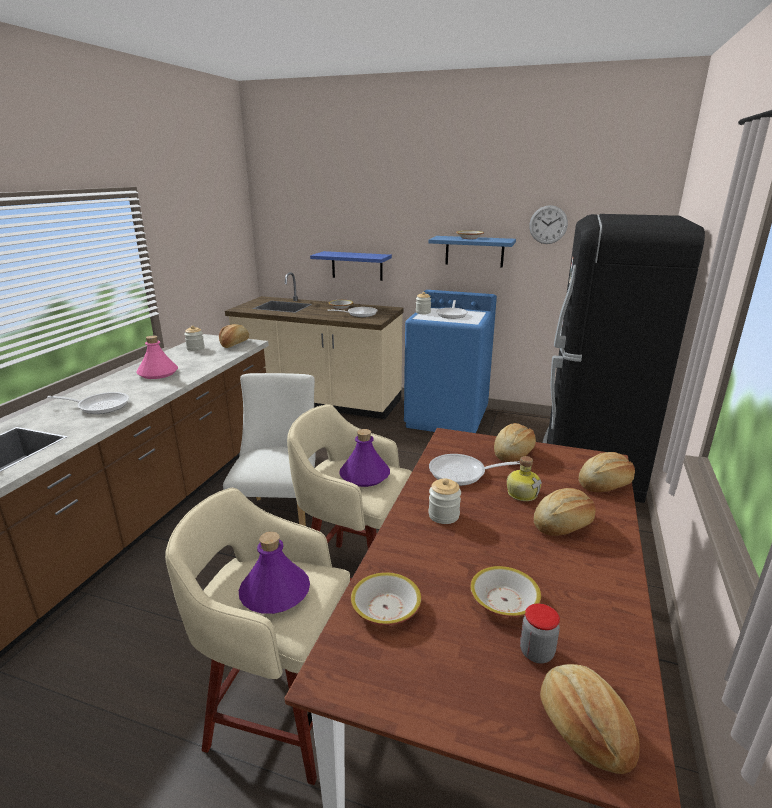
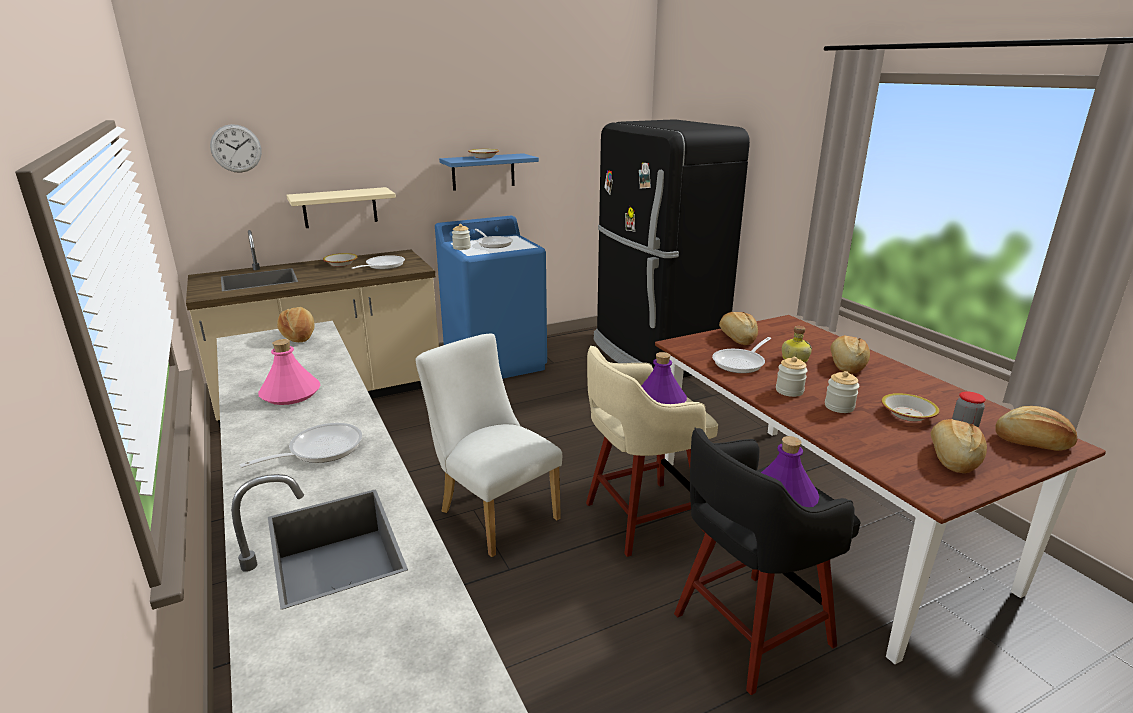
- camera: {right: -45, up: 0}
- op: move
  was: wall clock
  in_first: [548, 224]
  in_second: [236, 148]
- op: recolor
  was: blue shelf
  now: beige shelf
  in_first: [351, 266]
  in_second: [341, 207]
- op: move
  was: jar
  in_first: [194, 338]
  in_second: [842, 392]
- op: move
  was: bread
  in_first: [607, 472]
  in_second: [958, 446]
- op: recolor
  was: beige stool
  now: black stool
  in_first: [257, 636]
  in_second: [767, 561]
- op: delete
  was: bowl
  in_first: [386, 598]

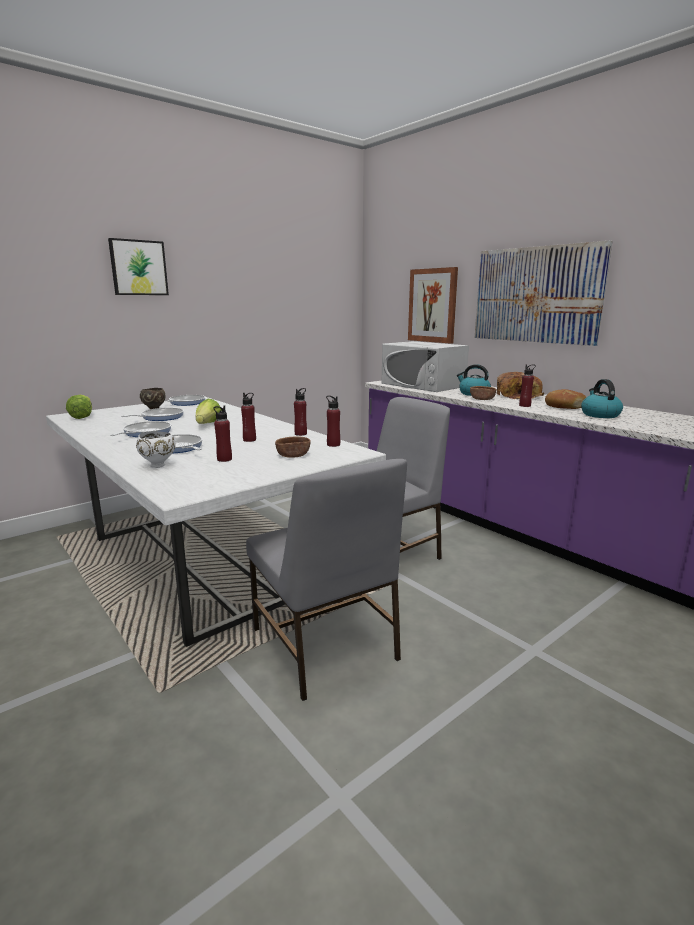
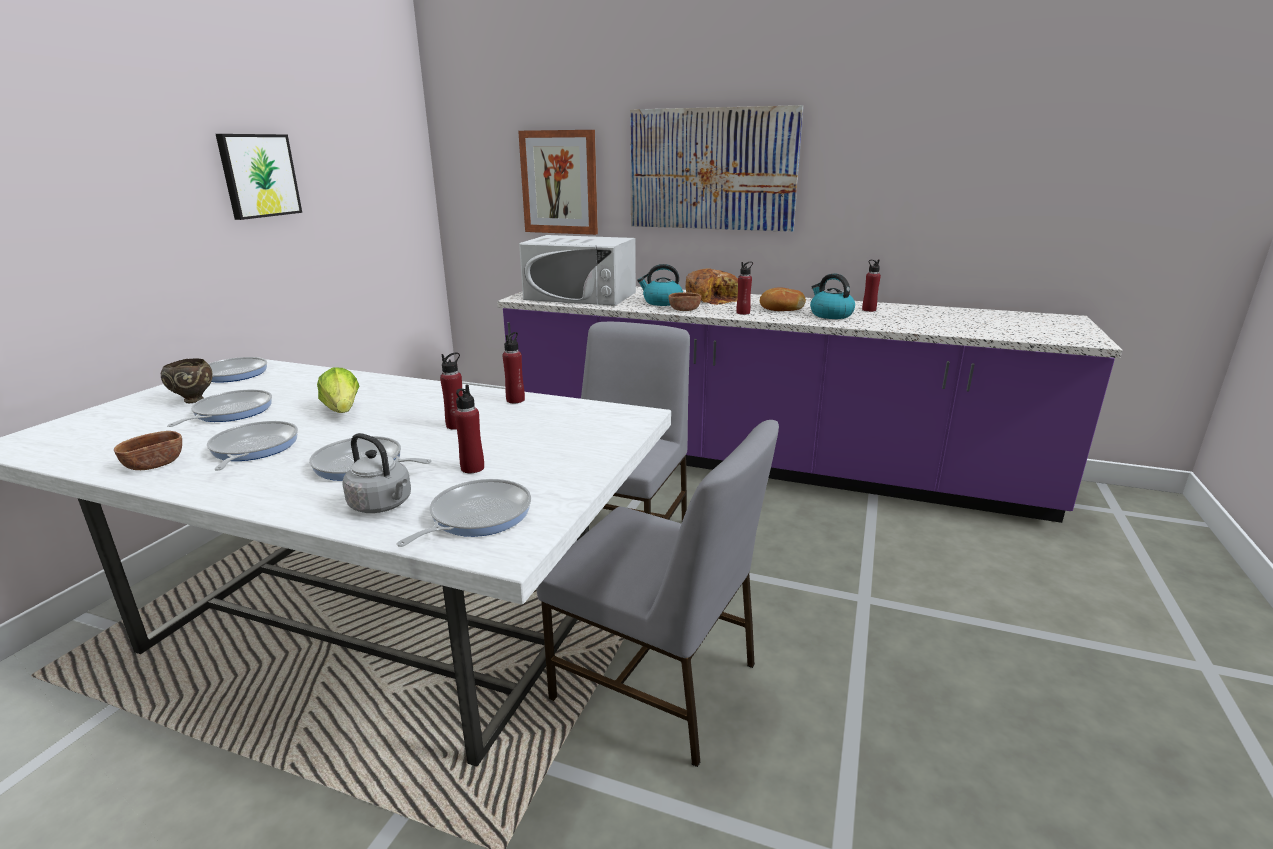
- camera: {right: -30, up: 5}
- op: move
  was: picture
  in_first: [138, 266]
  in_second: [259, 177]
- op: delete
  was: lettuce
  in_first: [79, 407]
- op: move
  was: red bottle
  in_first: [333, 421]
  in_second: [871, 285]
- op: replace
  was: white bowl
  now: grey kettle
  in_first: [155, 449]
  in_second: [376, 473]
- op: move
  was: brown bowl
  in_first: [293, 447]
  in_second: [148, 450]
- op: insert
  now: frying pan
  in_second: [463, 513]

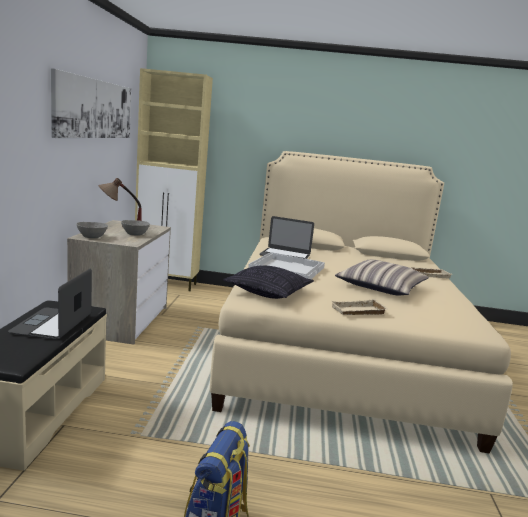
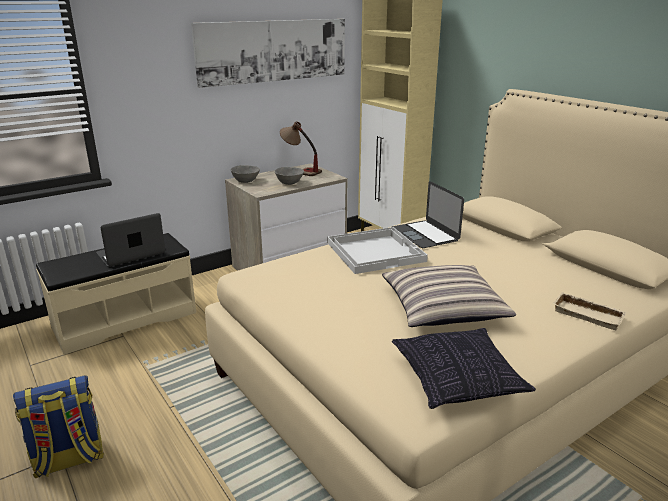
- camera: {right: 50, up: 10}
- op: move
  was: pillow
  in_first: [268, 282]
  in_second: [464, 368]
- op: delete
  was: beige tray
  in_first: [360, 307]

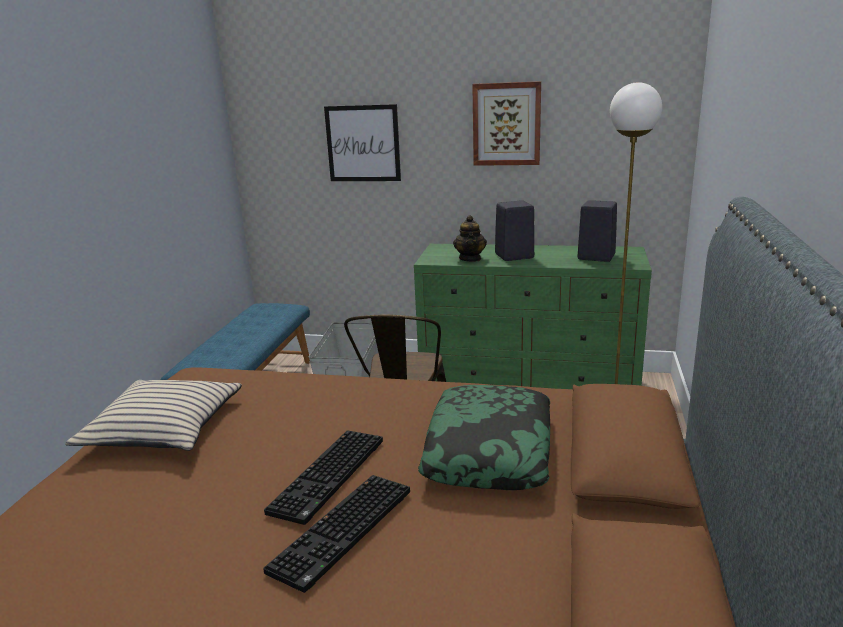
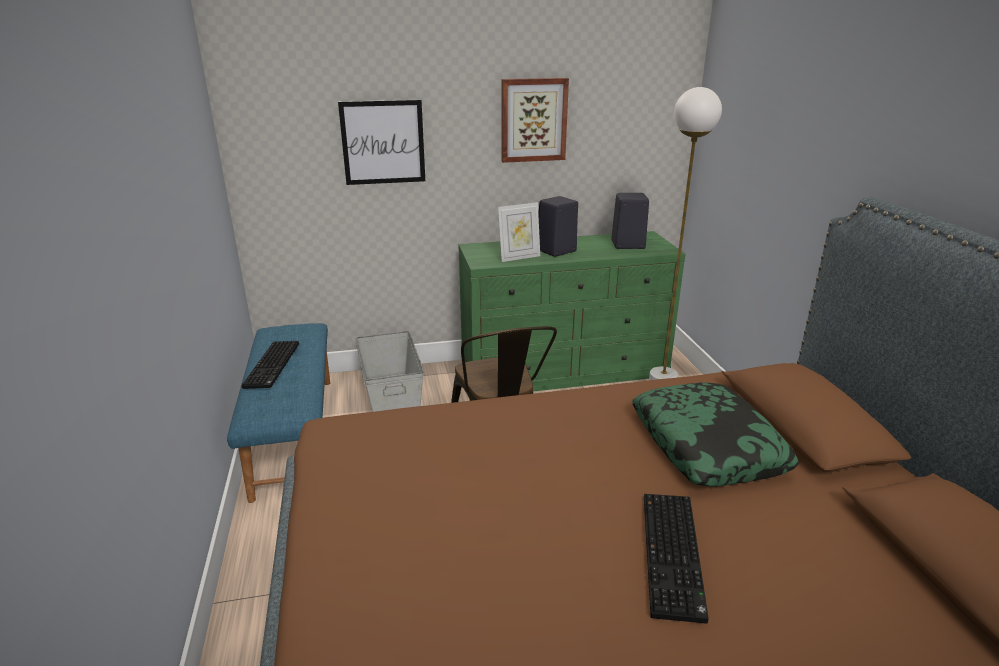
- camera: {right: -25, up: 5}
- op: replace
  was: teapot
  now: picture frame
  in_first: [470, 238]
  in_second: [519, 232]
- op: delete
  was: beige pillow
  in_first: [153, 415]
- op: move
  was: keyboard
  in_first: [323, 477]
  in_second: [270, 365]

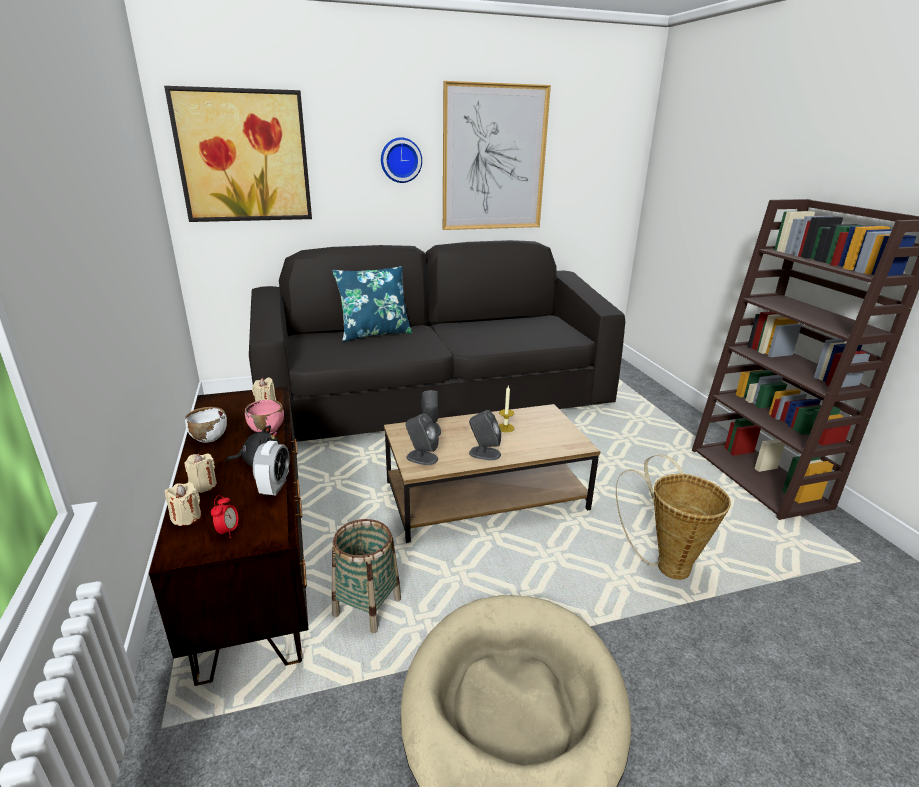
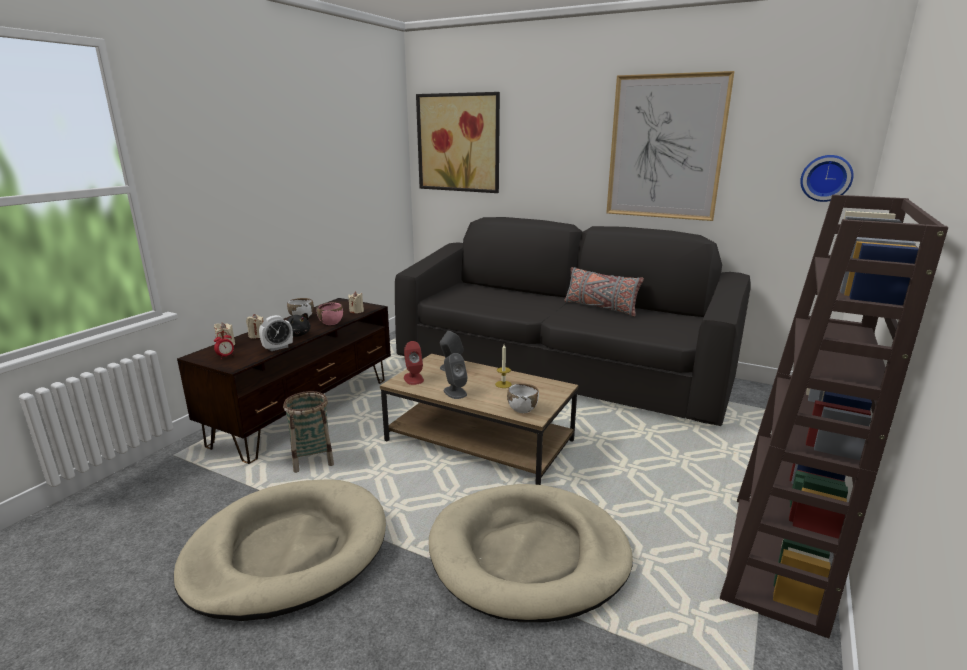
- camera: {right: 45, up: -5}
- op: move
  was: wall clock
  in_first: [401, 160]
  in_second: [826, 178]
- op: delete
  was: blue pillow
  in_first: [372, 304]
- op: recolor
  was: grey speaker
  now: red speaker
  in_first: [422, 439]
  in_second: [414, 363]
- op: replace
  was: basket
  now: beige dog bed
  in_first: [673, 517]
  in_second: [531, 553]
- op: insert
  now: grey pillow
  in_second: [604, 292]
- op: insert
  now: white bowl
  in_second: [523, 398]

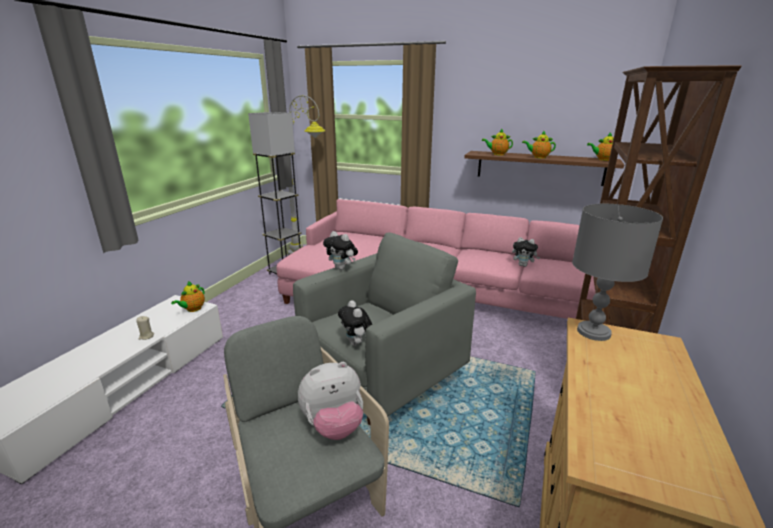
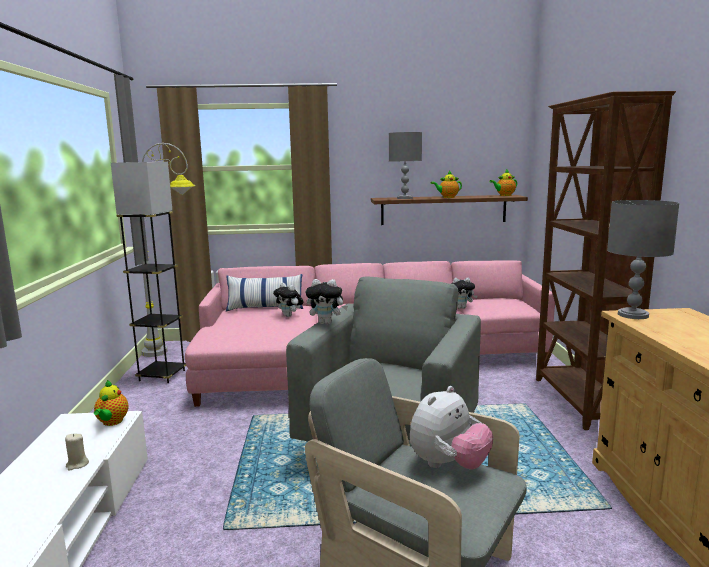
- camera: {right: -25, up: -10}
- op: replace
  was: teapot
  now: grey table lamp
  in_first: [497, 142]
  in_second: [405, 165]
- op: move
  was: plush toy
  in_first: [355, 323]
  in_second: [288, 300]
- op: insert
  now: pillow
  in_second: [264, 293]

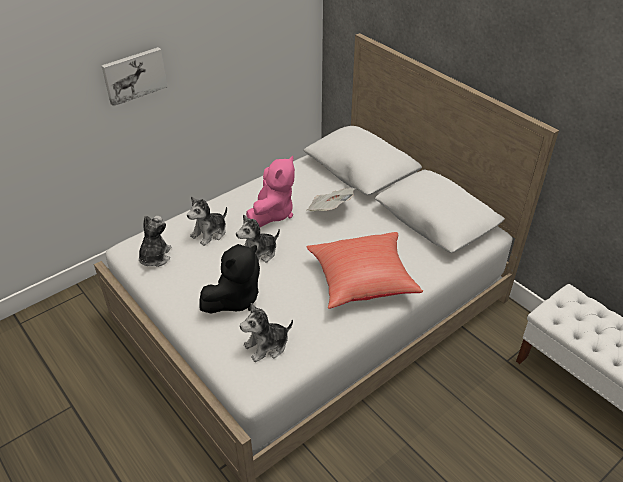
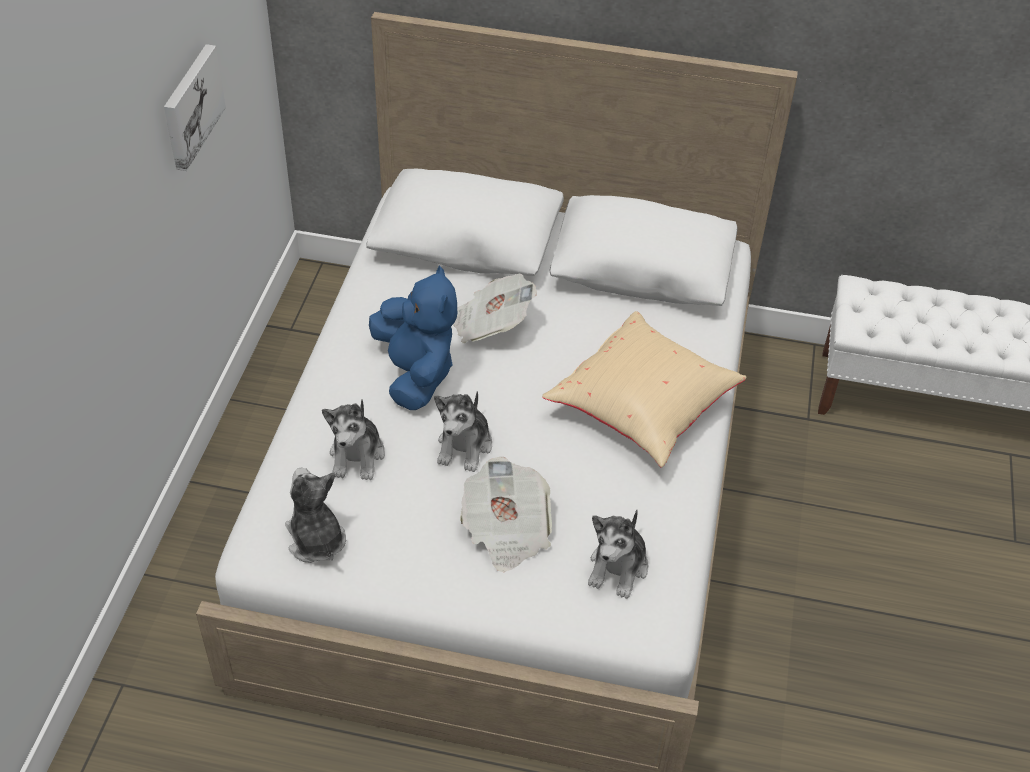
- camera: {right: -40, up: 5}
- op: move
  was: picture
  in_first: [134, 76]
  in_second: [195, 107]
- op: recolor
  was: pink plush toy
  now: blue plush toy
  in_first: [270, 191]
  in_second: [413, 337]
- op: recolor
  was: red pillow
  now: beige pillow
  in_first: [364, 270]
  in_second: [644, 389]
- op: replace
  was: black plush toy
  now: newspaper
  in_first: [229, 279]
  in_second: [506, 514]

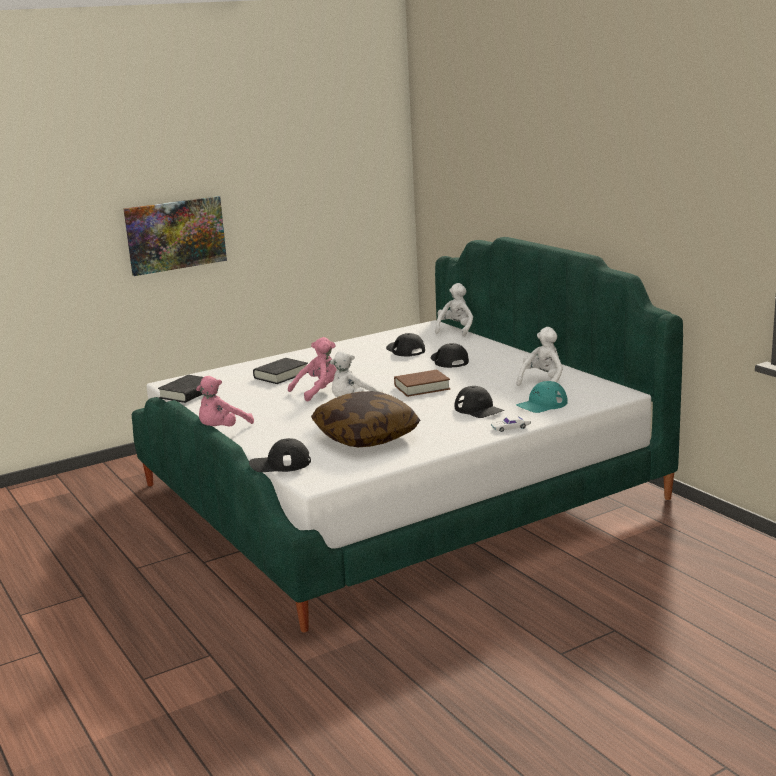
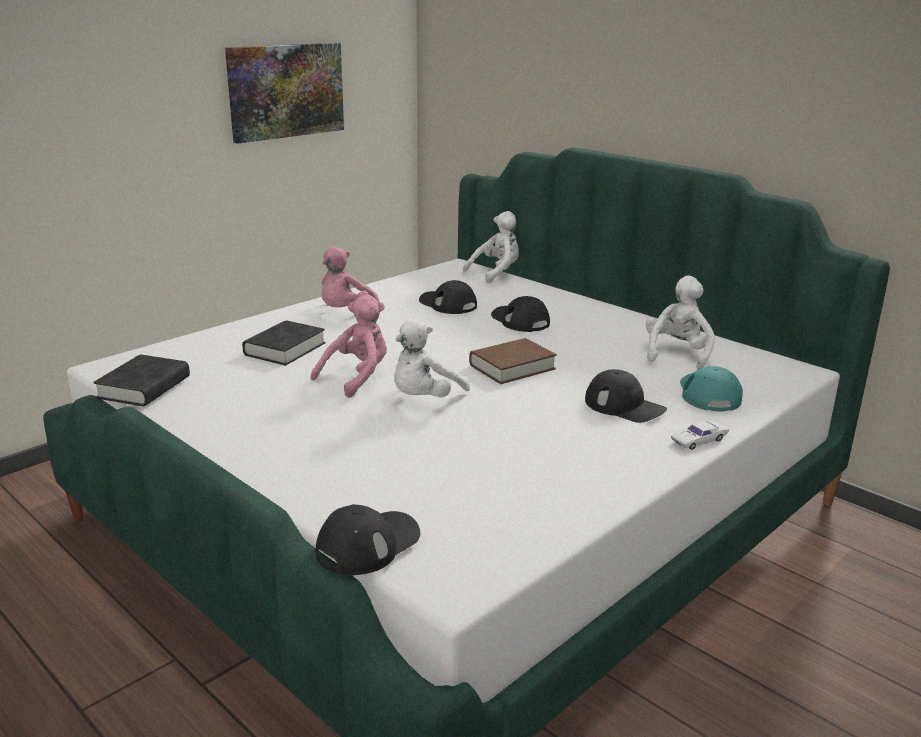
- camera: {right: -15, up: 5}
- op: move
  was: picture
  in_first: [175, 236]
  in_second: [284, 93]
- op: rotate
  was: white plush toy
  in_first: [454, 310]
  in_second: [491, 247]
  clockwise: 45
- op: move
  was: pink plush toy
  in_first: [225, 401]
  in_second: [350, 277]
- op: rotate
  was: turquoise cap
  in_first: [542, 397]
  in_second: [711, 388]
  clockwise: 135
- op: delete
  was: pillow
  in_first: [365, 419]
- op: rotate
  was: black cap
  in_first: [280, 455]
  in_second: [368, 539]
  clockwise: 150

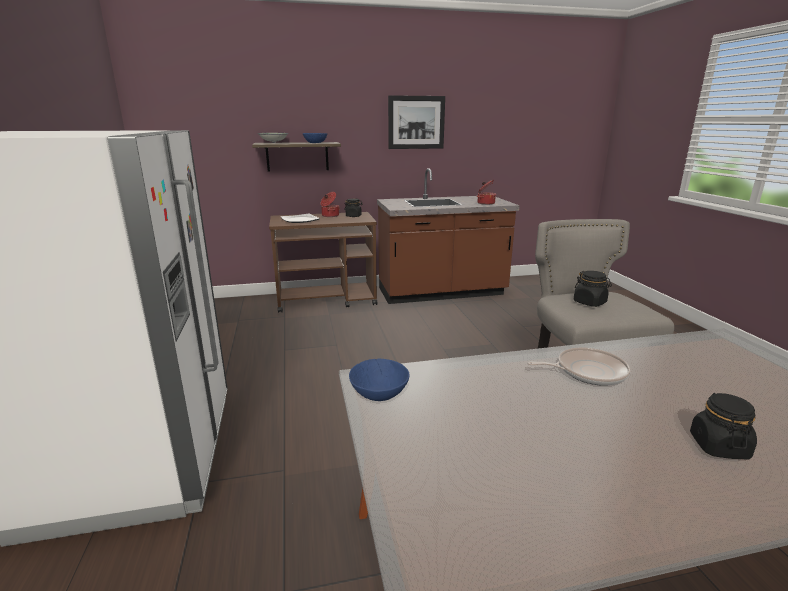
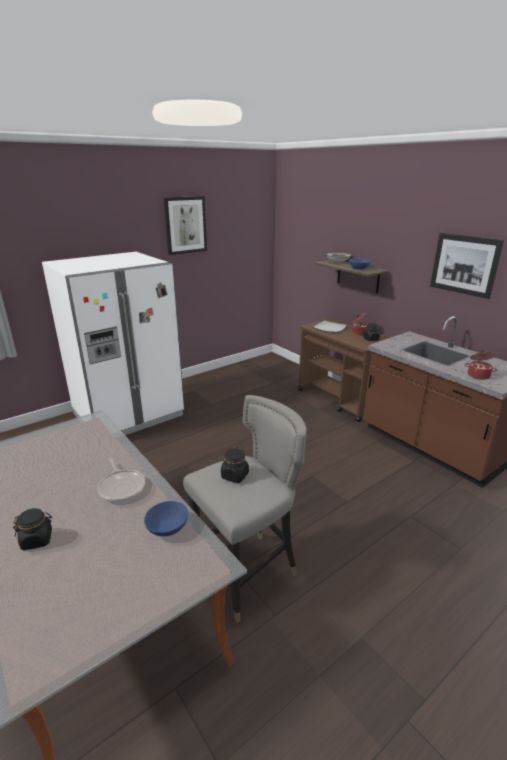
- camera: {right: 65, up: 5}
- op: move
  was: blue bowl
  in_first: [379, 380]
  in_second: [166, 518]
- op: insert
  now: picture
  in_second: [185, 225]

